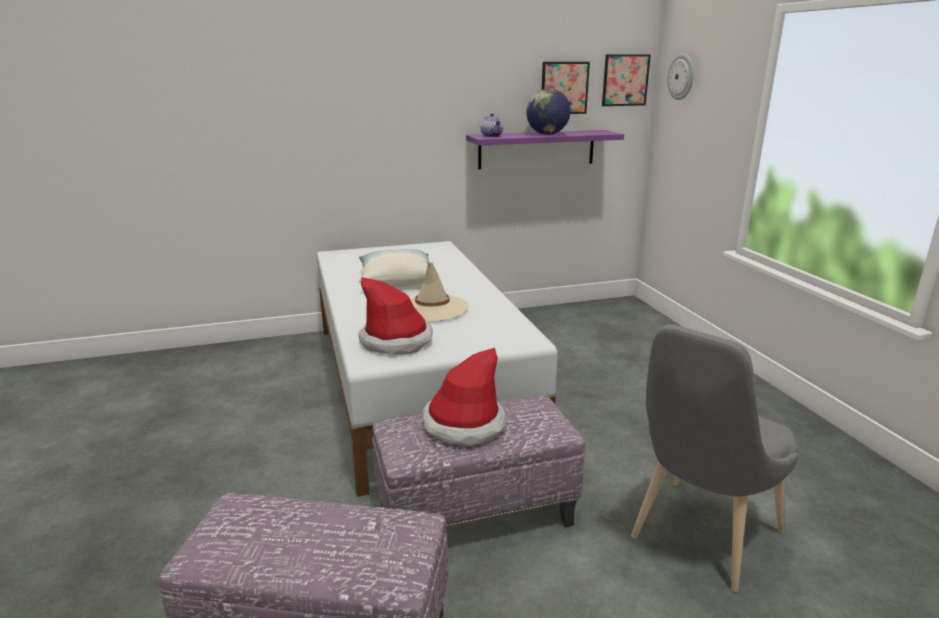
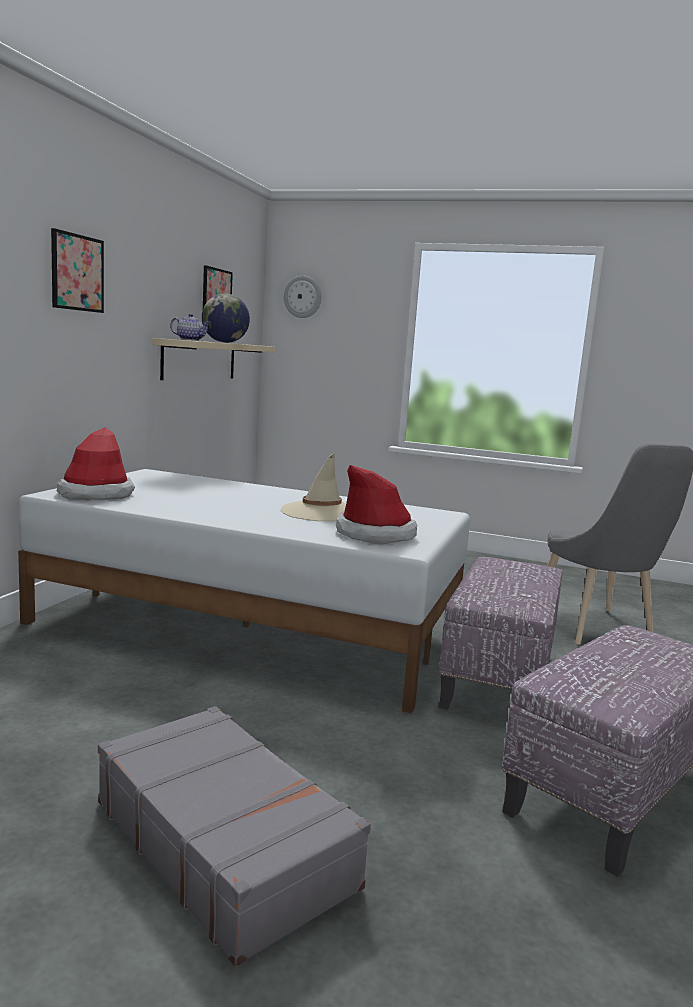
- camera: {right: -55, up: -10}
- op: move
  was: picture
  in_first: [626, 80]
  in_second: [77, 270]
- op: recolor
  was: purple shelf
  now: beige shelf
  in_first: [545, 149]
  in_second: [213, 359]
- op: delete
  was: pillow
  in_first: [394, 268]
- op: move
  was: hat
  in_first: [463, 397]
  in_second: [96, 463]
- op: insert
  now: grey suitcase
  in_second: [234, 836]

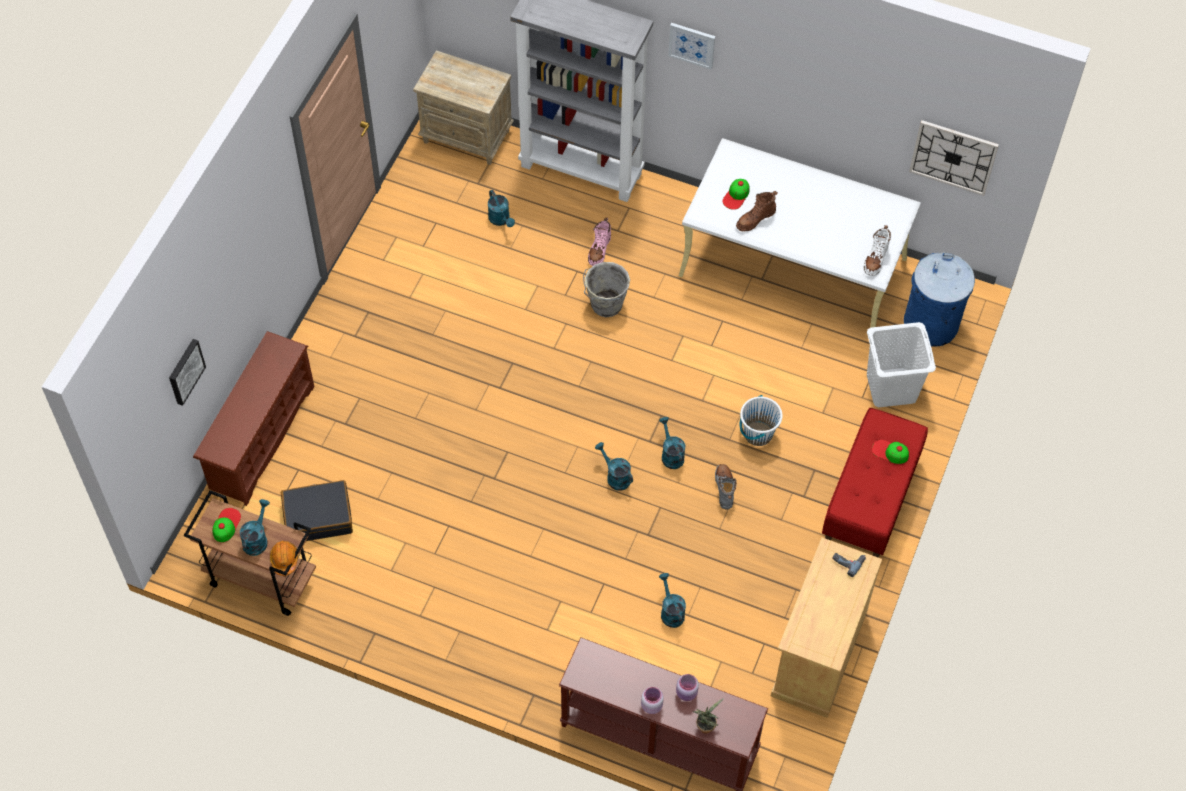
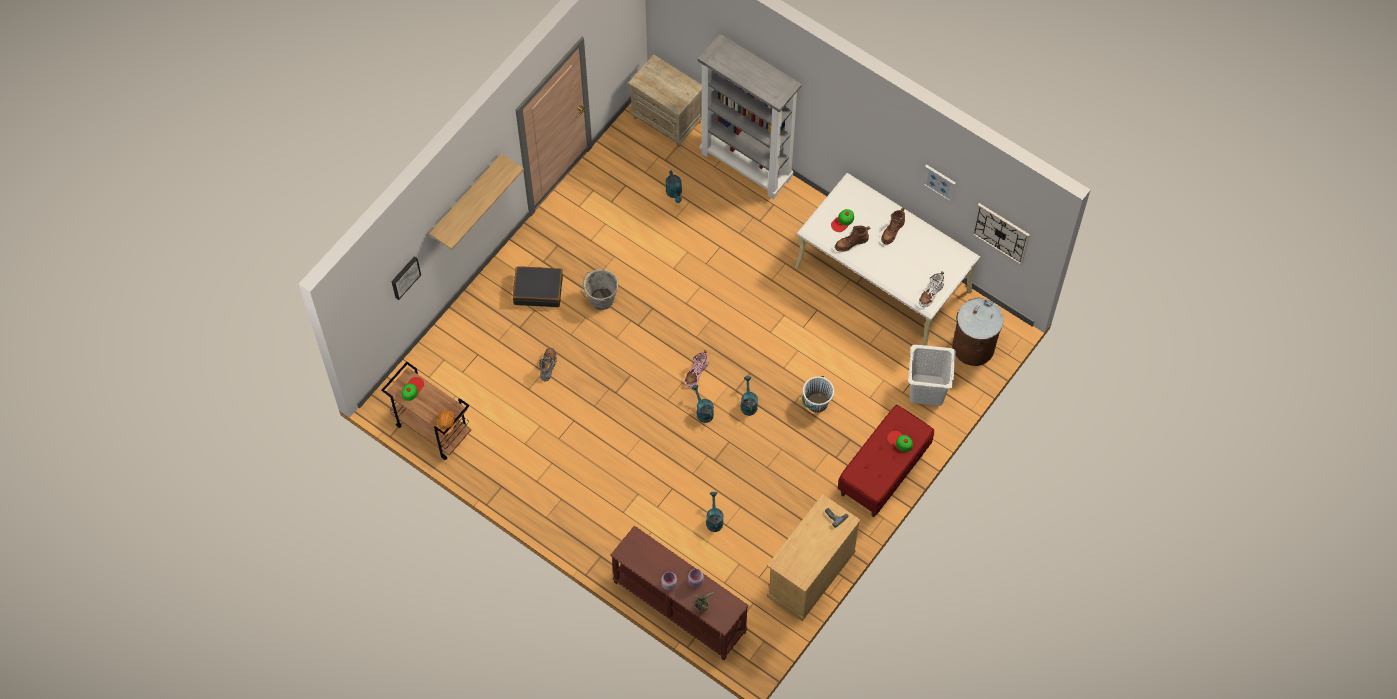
- camera: {right: 15, up: 5}
- op: move
  was: picture
  in_first: [691, 46]
  in_second: [939, 183]
- op: move
  was: pink boot
  in_first: [599, 242]
  in_second: [697, 368]
- op: recolor
  was: blue trash can
  now: brown trash can
  in_first: [939, 299]
  in_second: [978, 332]
- op: move
  was: grey bucket
  in_first: [606, 289]
  in_second: [599, 289]
- op: delete
  was: brown shoe rack
  in_first: [253, 418]
- op: move
  was: grey boot
  in_first: [726, 487]
  in_second: [548, 364]
- op: move
  was: black suitcase
  in_first: [317, 510]
  in_second: [538, 286]
- op: delete
  was: turquoise watering can
  in_first: [255, 527]
- op: insert
  now: shelf
  in_second: [476, 202]
- op: insert
  now: brown boot
  in_second: [893, 226]

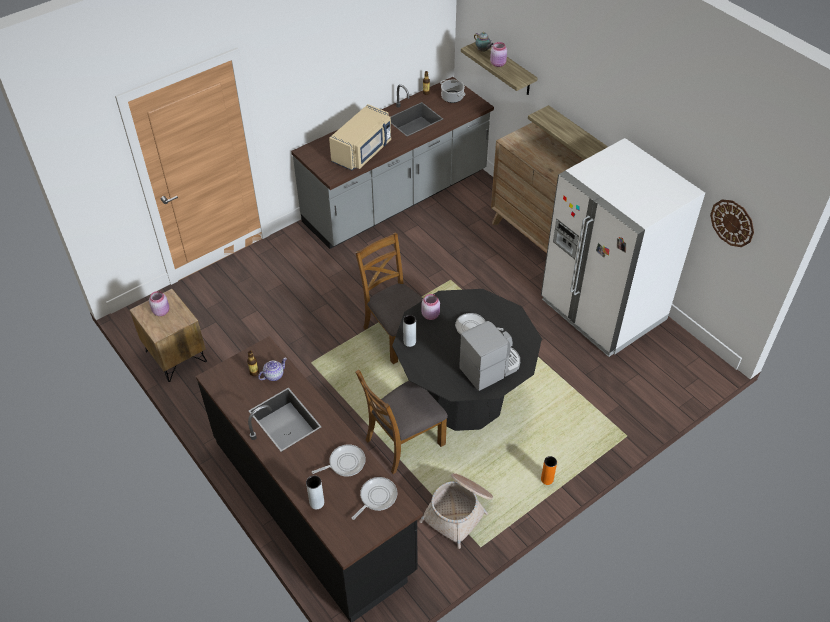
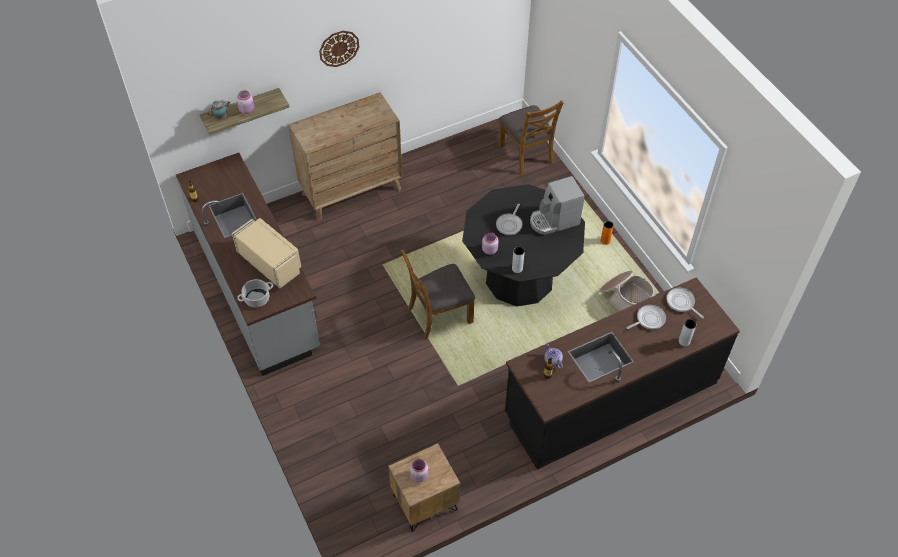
- camera: {right: -80, up: 5}
- op: move
  was: cooking pot
  in_first: [452, 91]
  in_second: [255, 293]
- op: delete
  was: shelf
  in_first: [568, 132]
- op: delete
  was: white fridge
  in_first: [623, 247]
- op: move
  was: wall clock
  in_first: [732, 223]
  in_second: [339, 49]
- op: rotate
  was: coffee machine
  in_first: [489, 356]
  in_second: [557, 205]
  clockwise: -90
- op: move
  was: brown chair
  in_first: [401, 421]
  in_second: [530, 138]
- op: rotate
  was: frying pan
  in_first: [339, 460]
  in_second: [646, 317]
  clockwise: 75

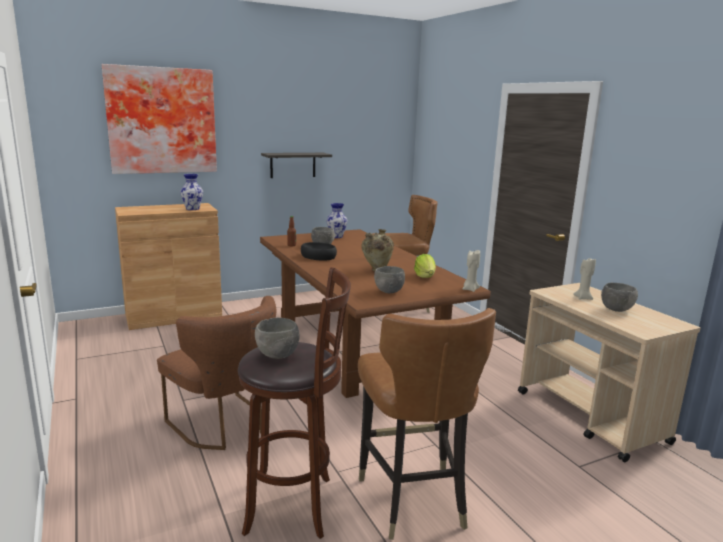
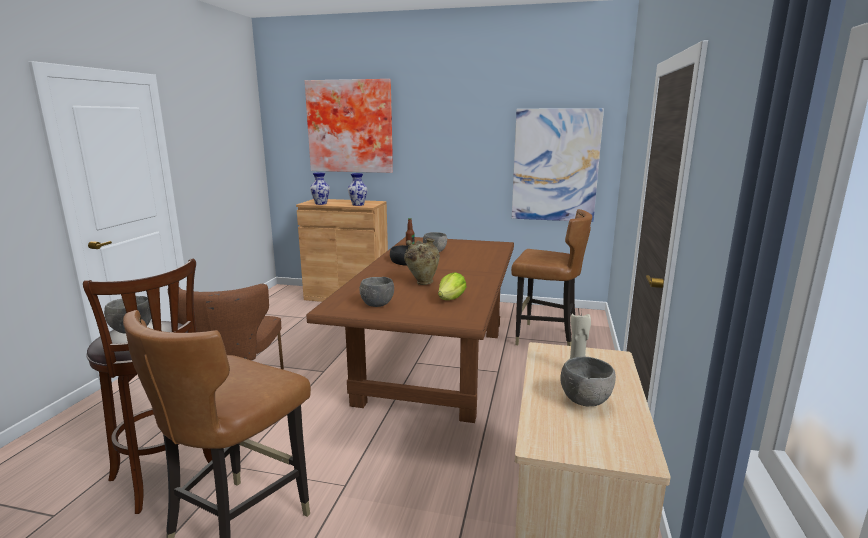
- camera: {right: 40, up: 0}
- op: delete
  was: shelf
  in_first: [296, 165]
- op: move
  was: vase
  in_first: [336, 220]
  in_second: [320, 188]
- op: delete
  was: beige candle
  in_first: [471, 271]
- op: insert
  now: picture
  in_second: [558, 165]

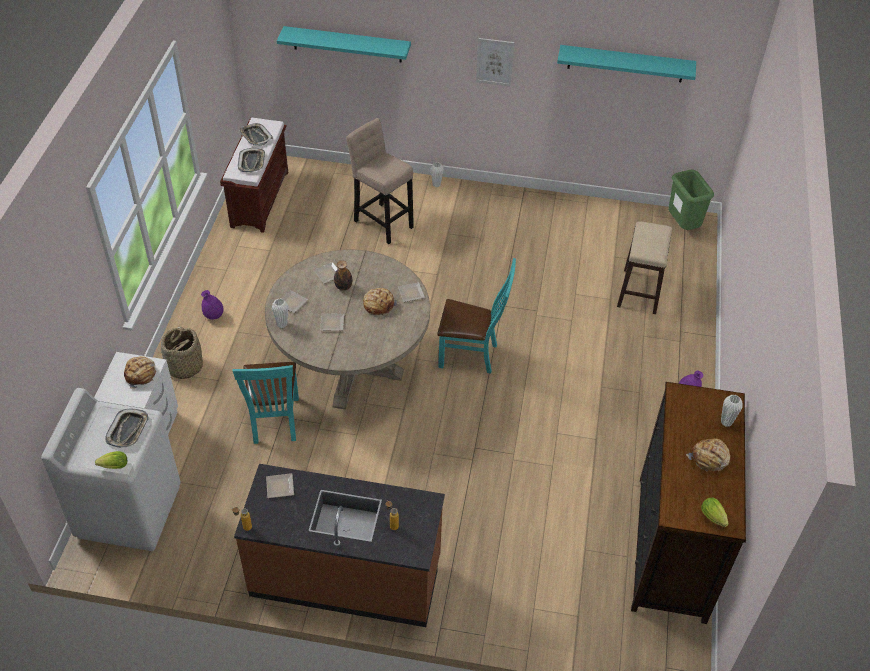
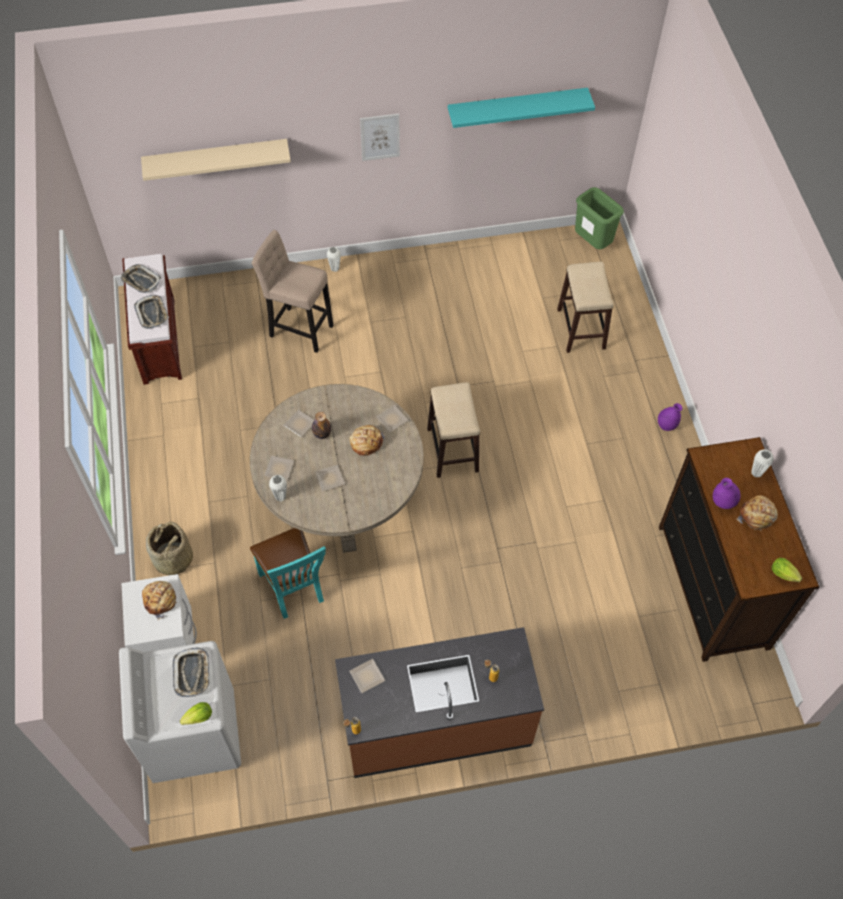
- camera: {right: -20, up: 10}
- op: recolor
  was: turquoise shelf
  now: beige shelf
  in_first: [344, 44]
  in_second: [216, 160]
- op: replace
  was: turquoise chair
  now: stool
  in_first: [476, 316]
  in_second: [453, 430]
- op: move
  was: purple vase
  in_first: [212, 304]
  in_second: [727, 493]

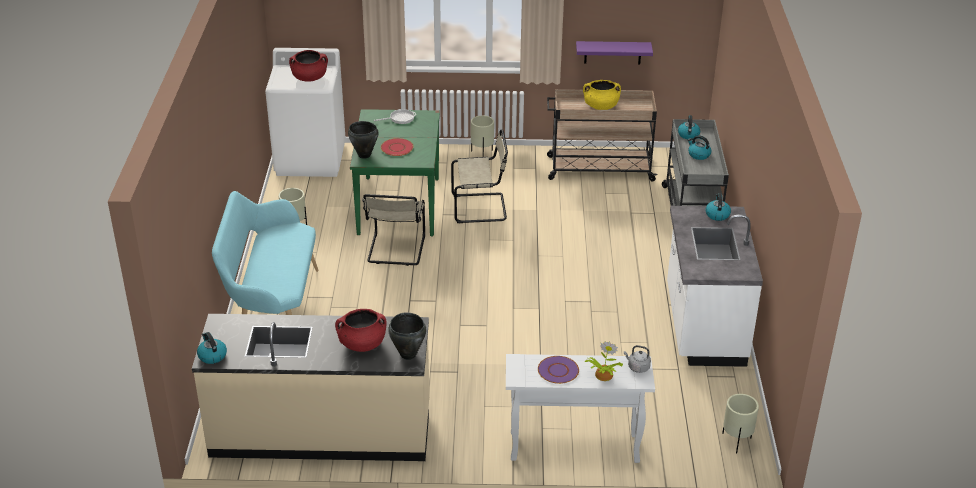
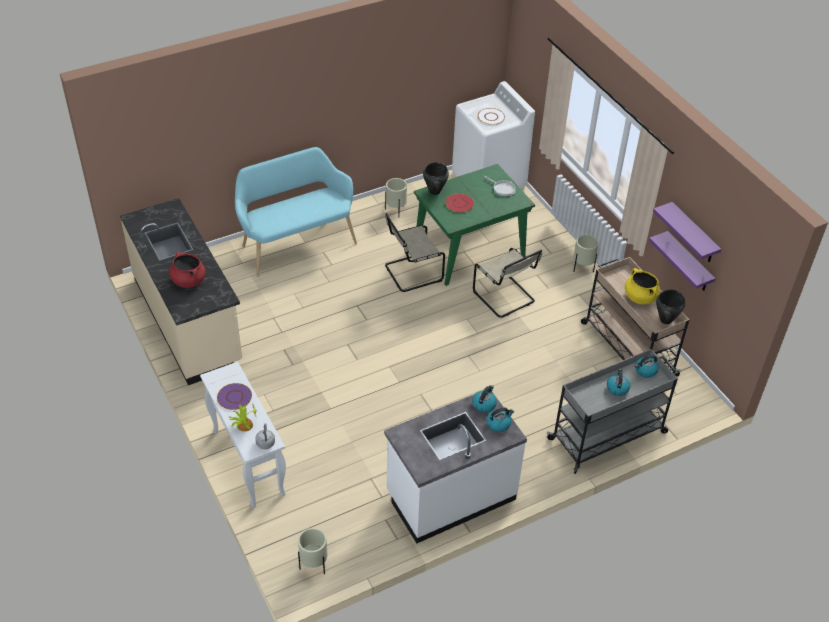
- camera: {right: 60, up: 10}
- op: replace
  was: red cooking pot
  now: white plate
  in_first: [308, 66]
  in_second: [491, 116]
- op: move
  was: black cooking pot
  in_first: [407, 336]
  in_second: [670, 307]
- op: move
  was: kettle
  in_first: [212, 348]
  in_second: [484, 399]
- op: insert
  now: purple shelf
  in_second: [687, 232]

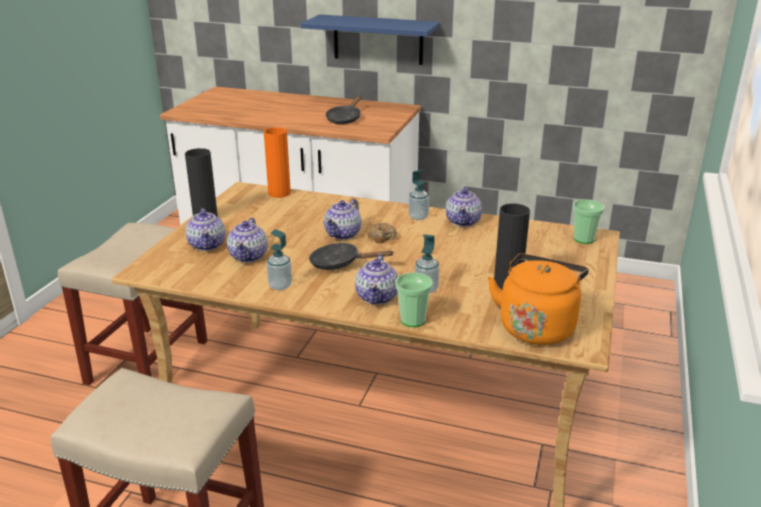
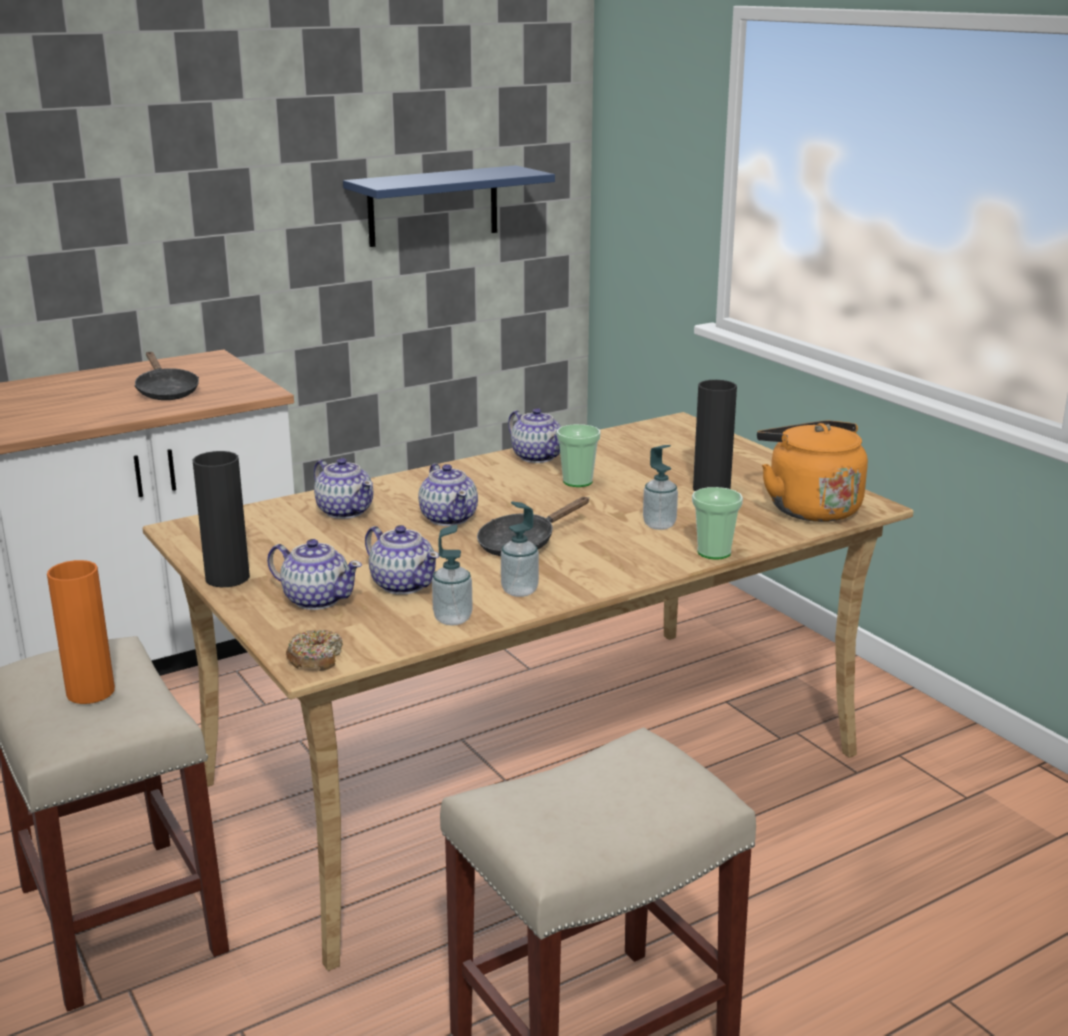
- camera: {right: -50, up: -5}
- op: move
  was: blue shelf
  in_first: [370, 39]
  in_second: [449, 206]
- op: move
  was: orange vase
  in_first: [277, 162]
  in_second: [81, 632]
- op: move
  was: soap dispenser
  in_first: [418, 194]
  in_second: [452, 575]
- op: move
  was: cup
  in_first: [588, 221]
  in_second: [579, 455]
- op: move
  was: donut
  in_first: [382, 233]
  in_second: [314, 650]
- op: move
  was: teapot
  in_first: [376, 279]
  in_second: [343, 488]

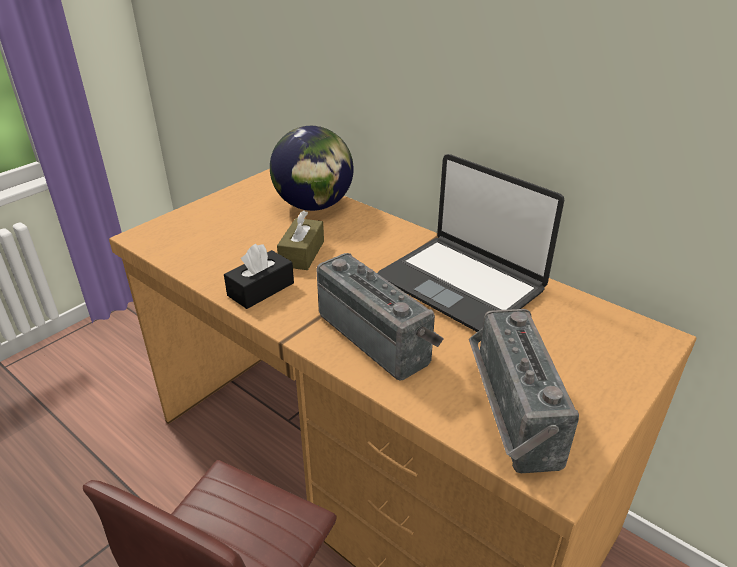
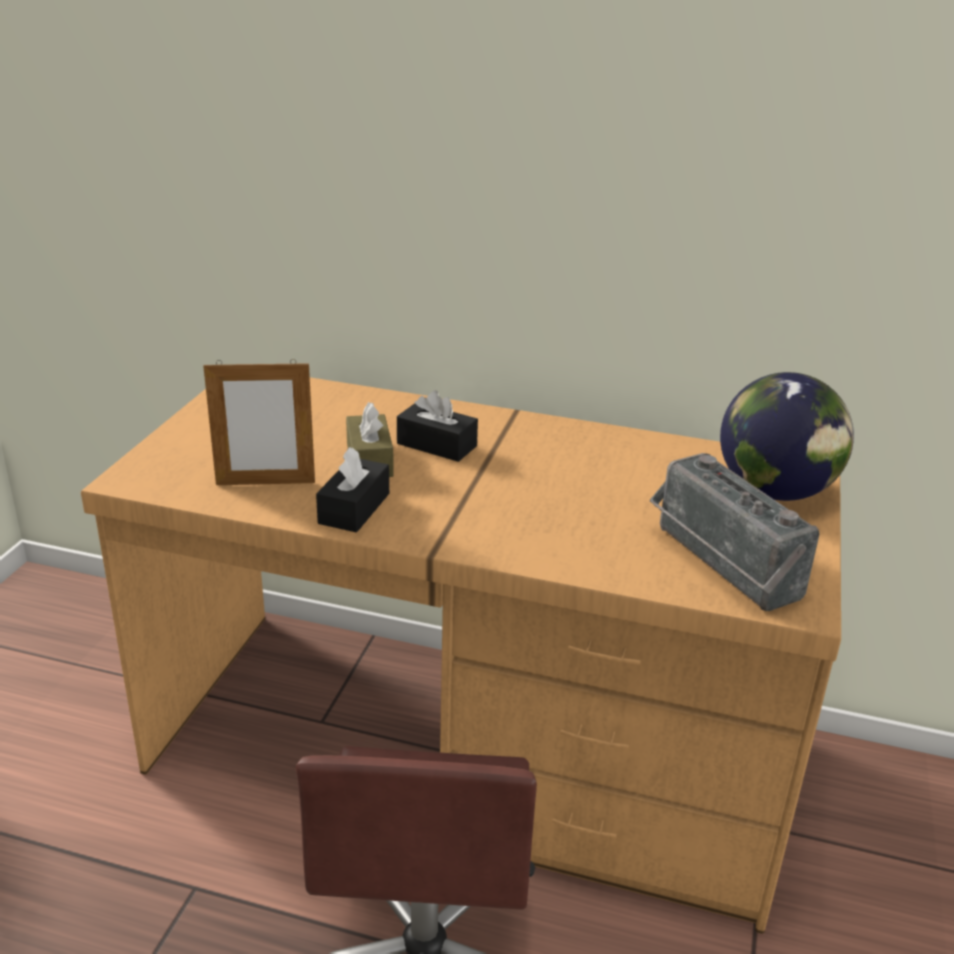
- camera: {right: -25, up: -5}
- op: move
  was: globe
  in_first: [312, 168]
  in_second: [787, 436]
- op: delete
  was: laptop
  in_first: [470, 243]
- op: delete
  was: radio
  in_first: [380, 317]
- op: insert
  now: picture frame
  in_second: [259, 422]
- op: insert
  now: black tissue box
  in_second: [437, 426]

